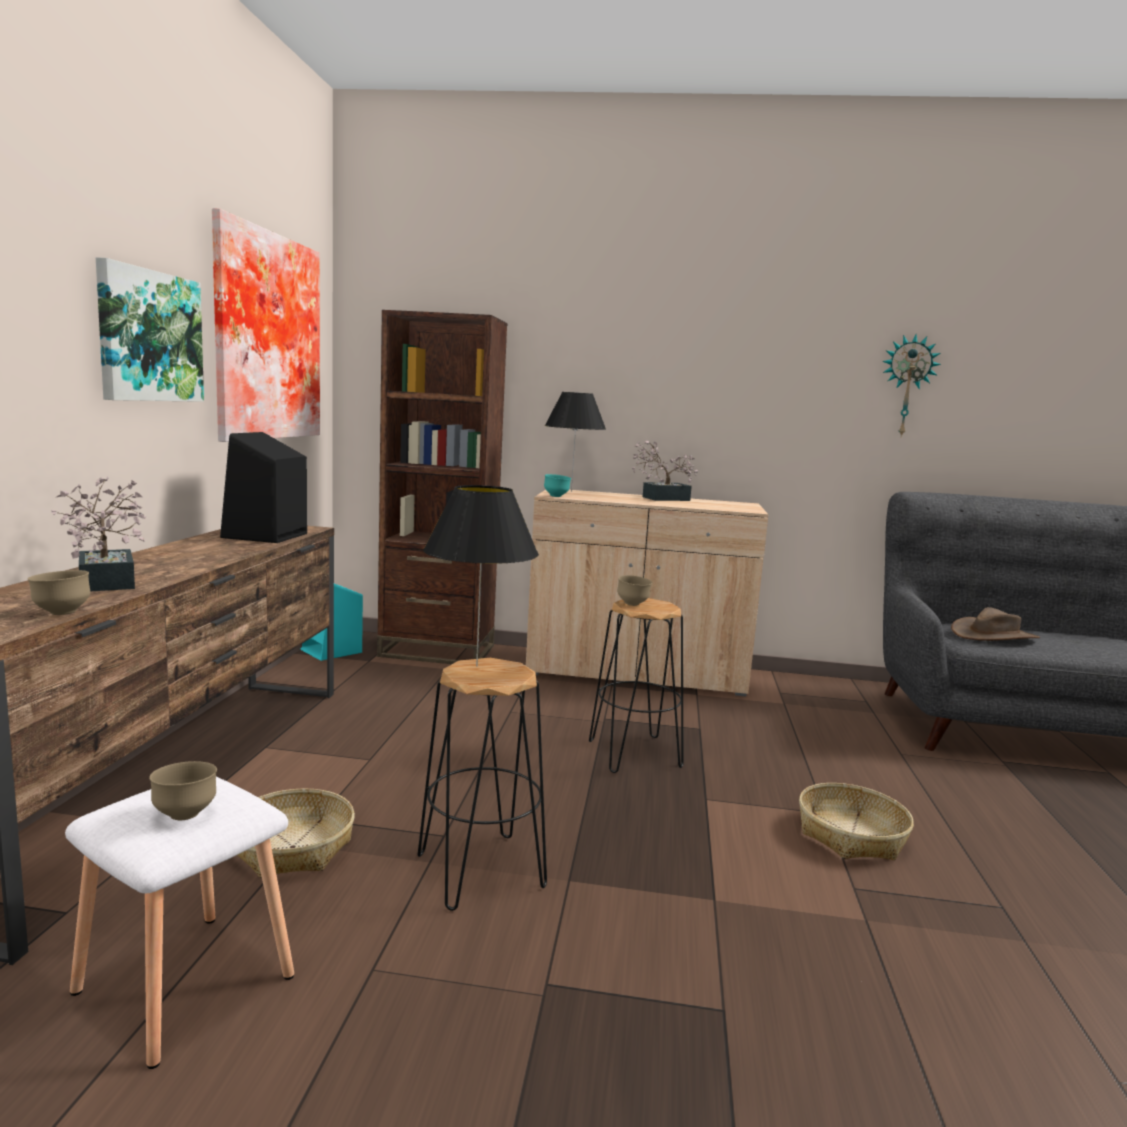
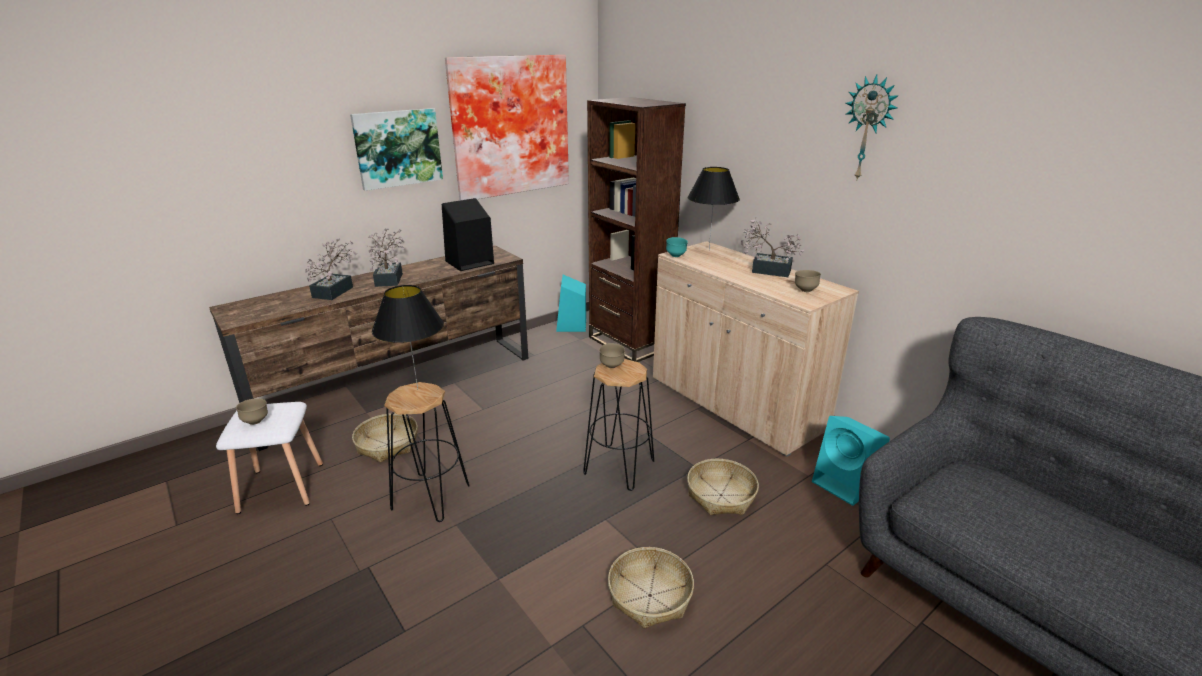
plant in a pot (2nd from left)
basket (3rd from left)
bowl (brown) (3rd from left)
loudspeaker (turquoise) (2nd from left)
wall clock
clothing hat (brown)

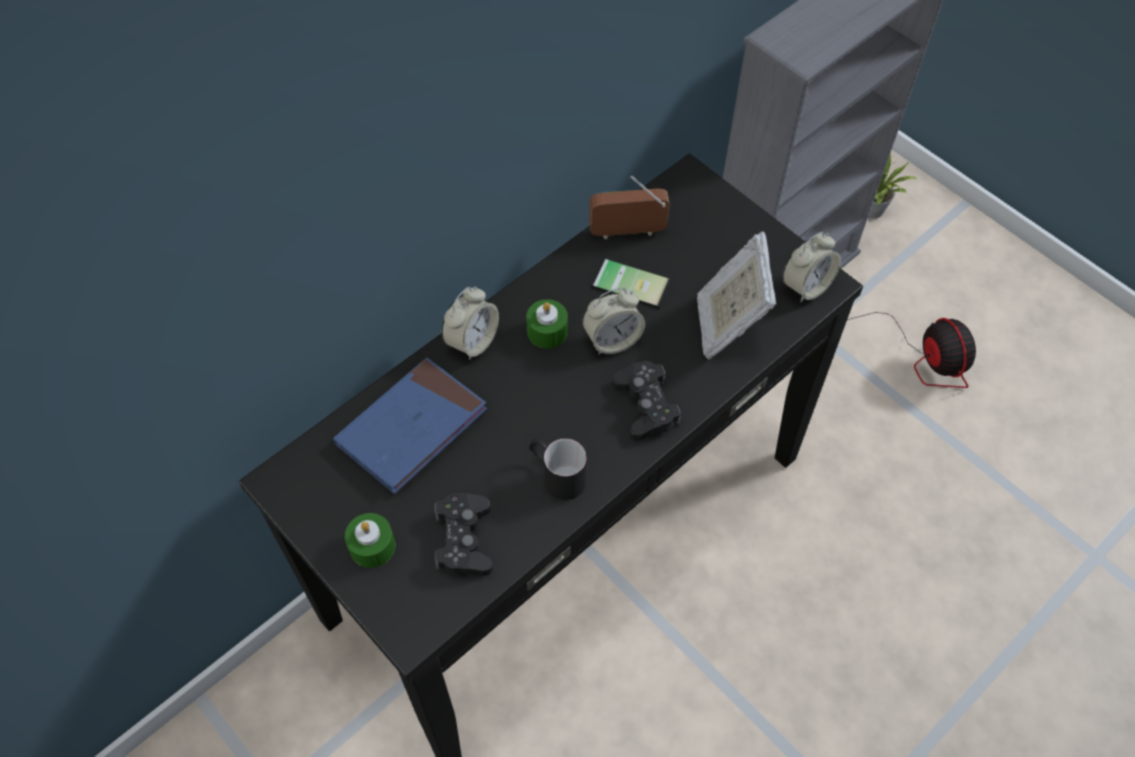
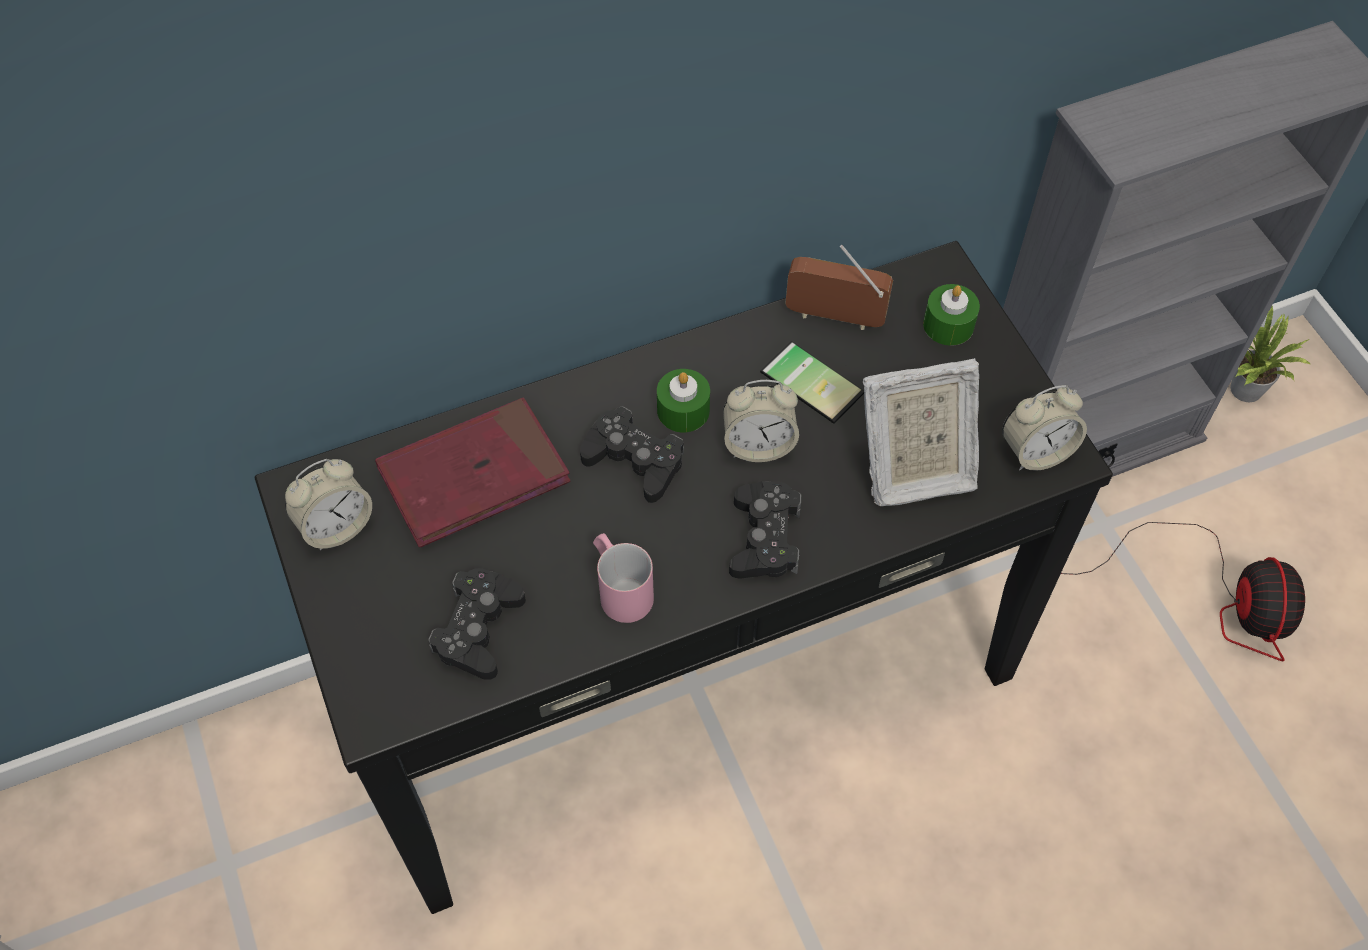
bedside clock (1st from left)
book (reddish)
gamepad (black) (2nd from left)
coffee mug (pinkish)
standing frame
wax light (greenish) (2nd from left)

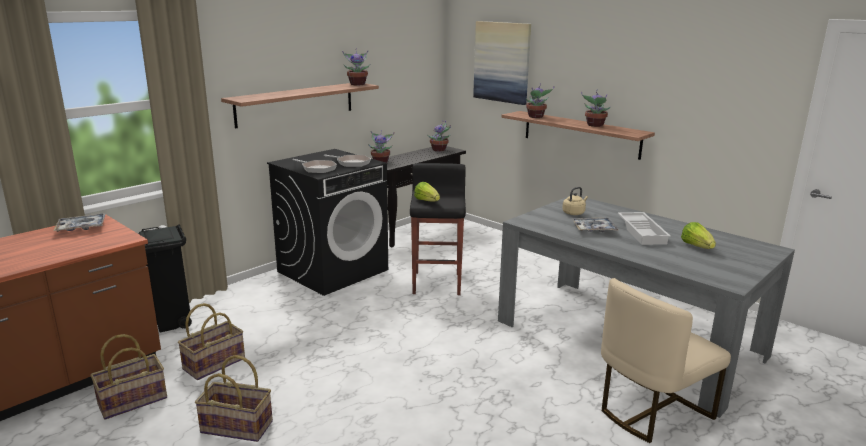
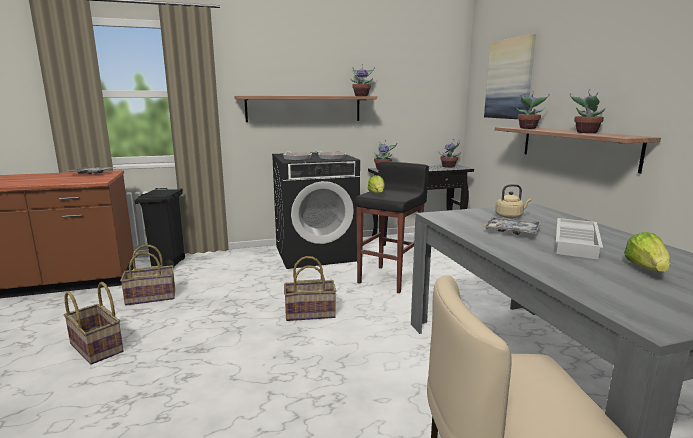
basket (3rd from left)

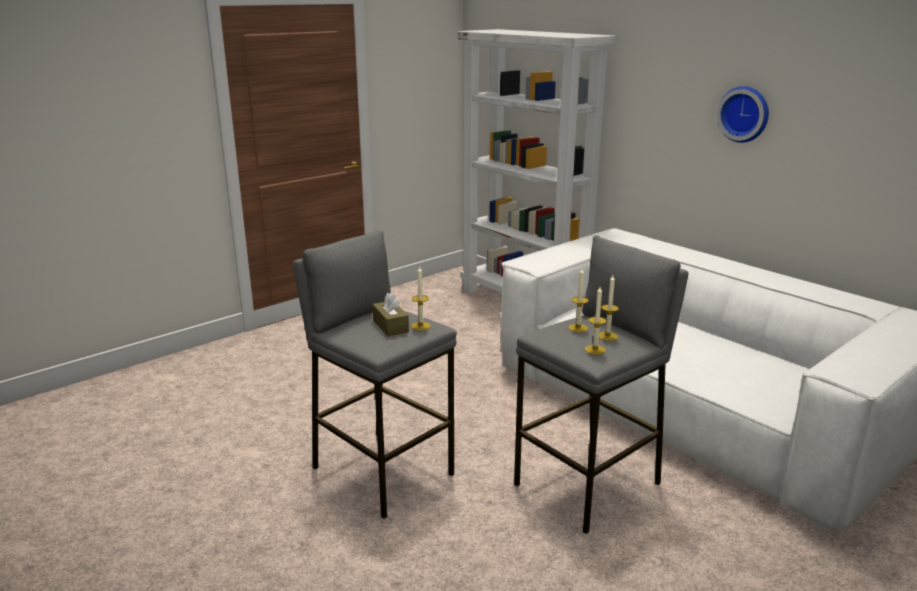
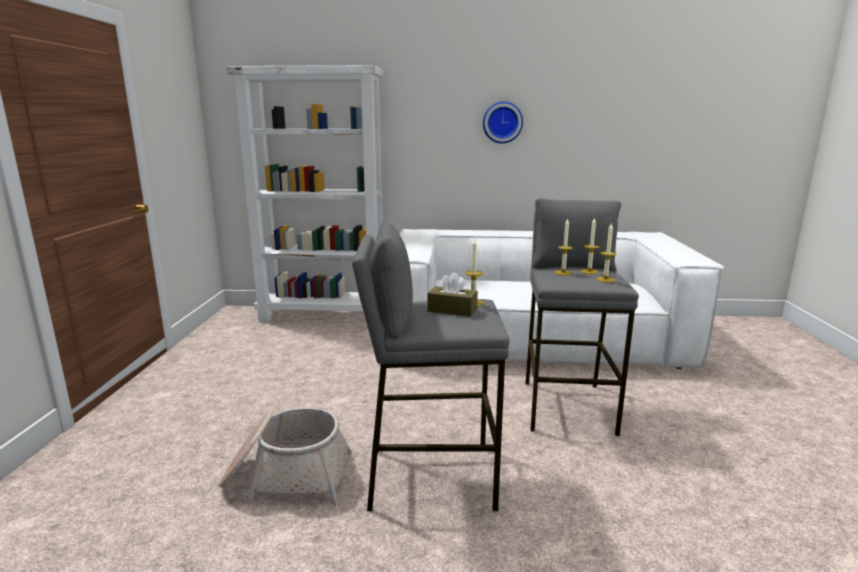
basket

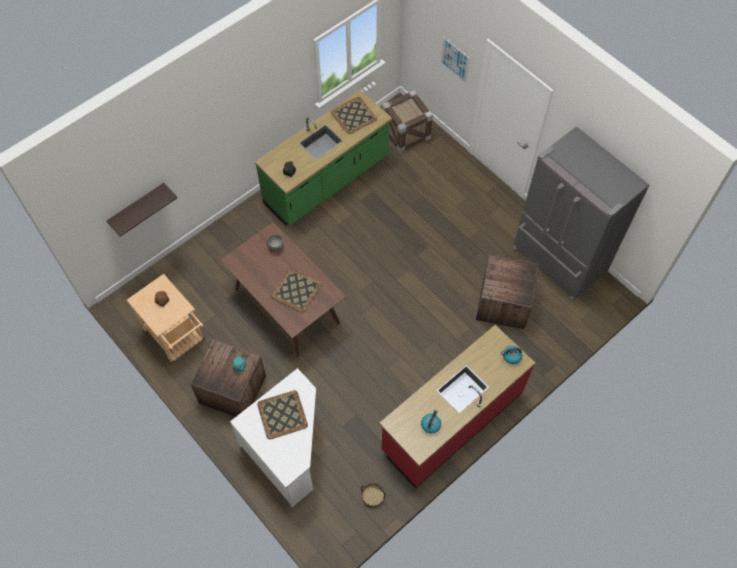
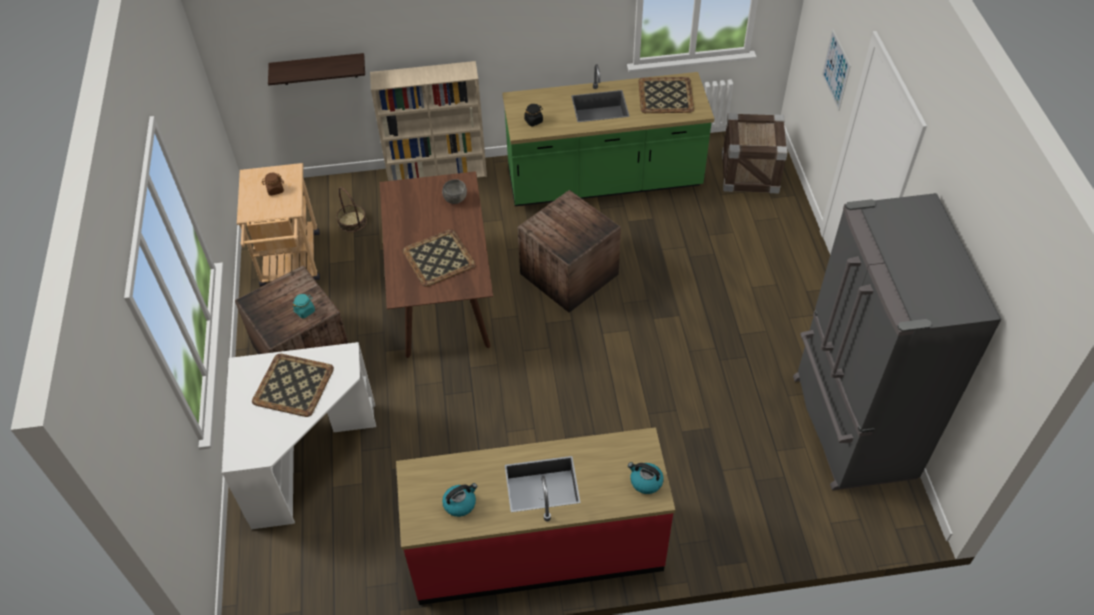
basket
bookshelf (sand-coloured)
crate (2nd from left)

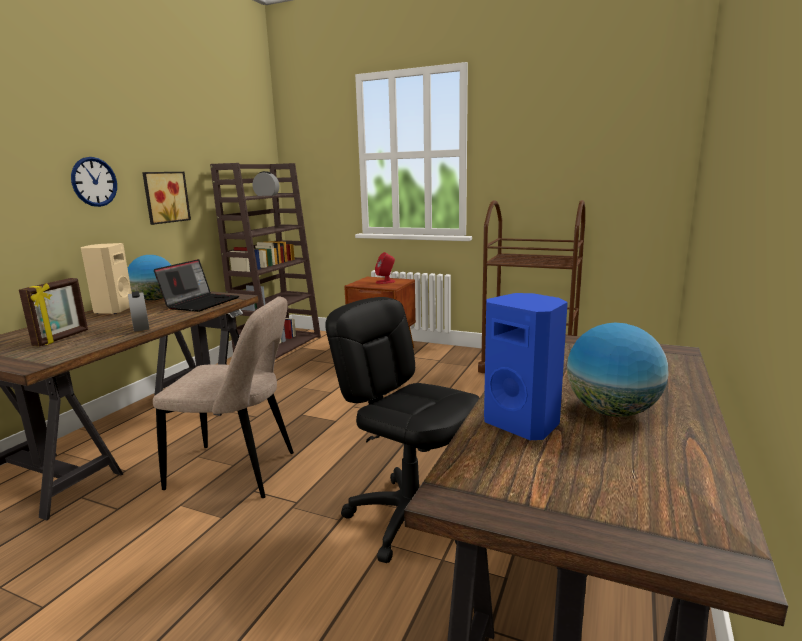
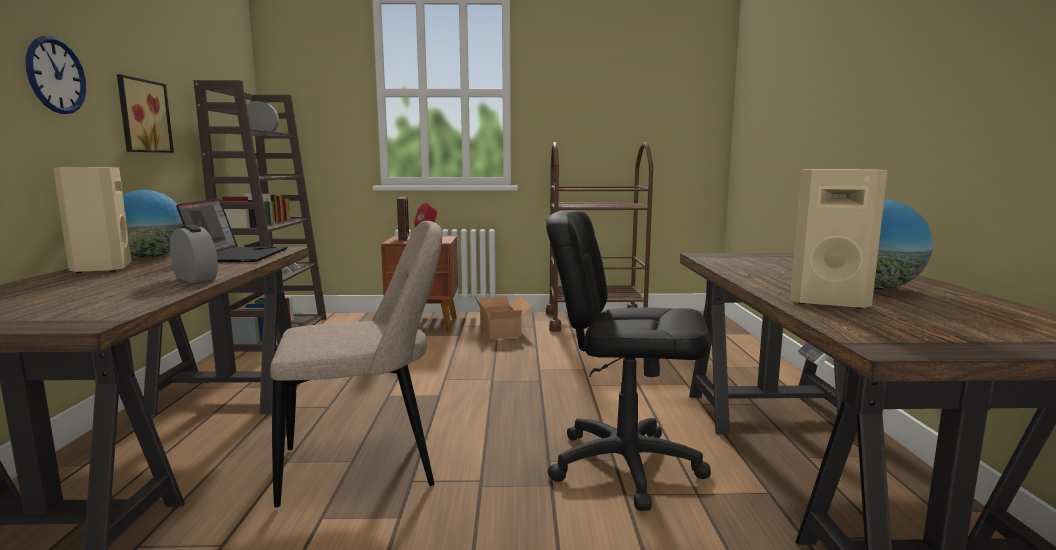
standing frame
packing box
loudspeaker (sand-coloured) (2nd from left)

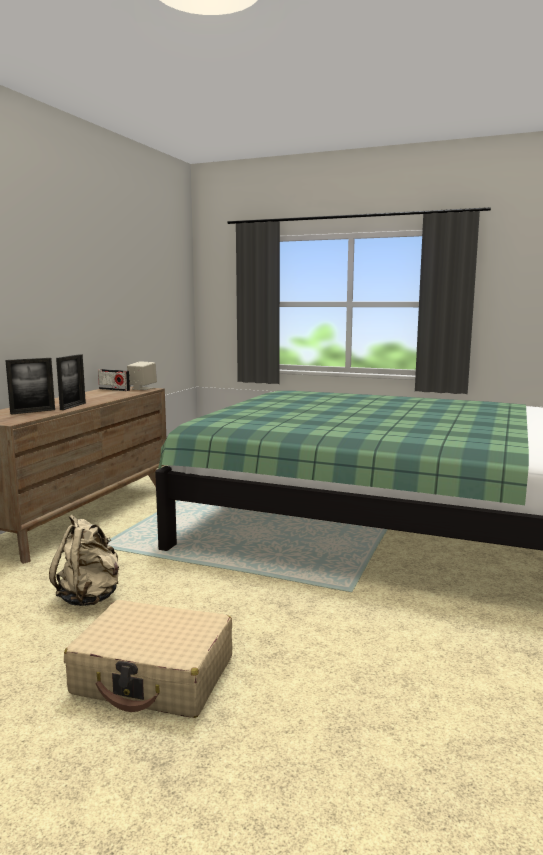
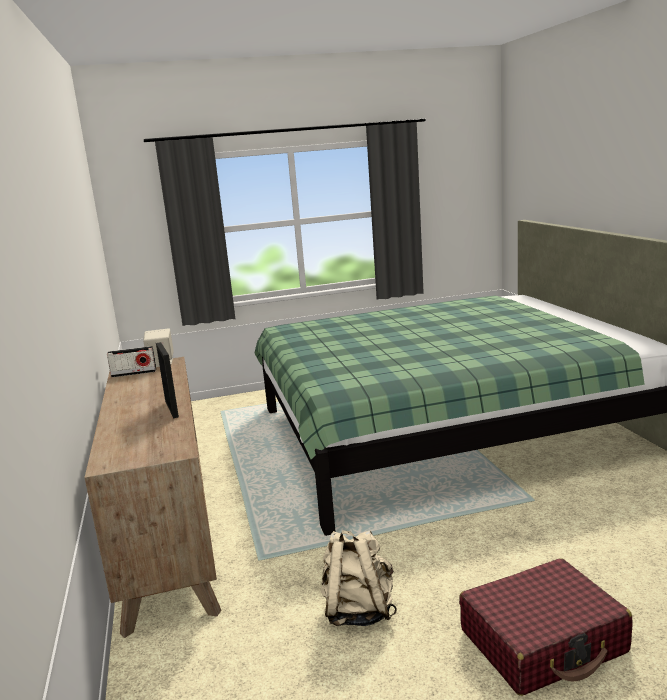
piece of luggage (reddish)
standing frame (1st from left in the first image)

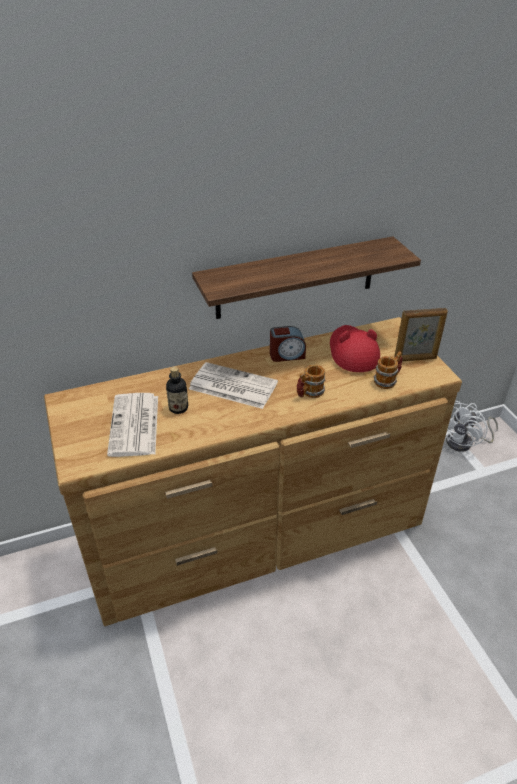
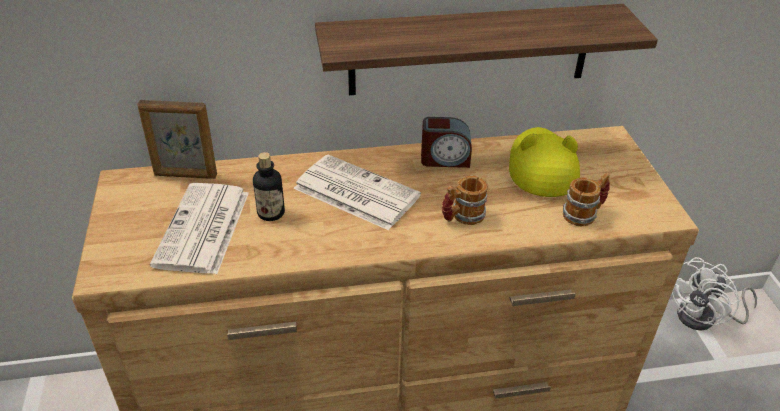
standing frame
clothing hat (yellow)

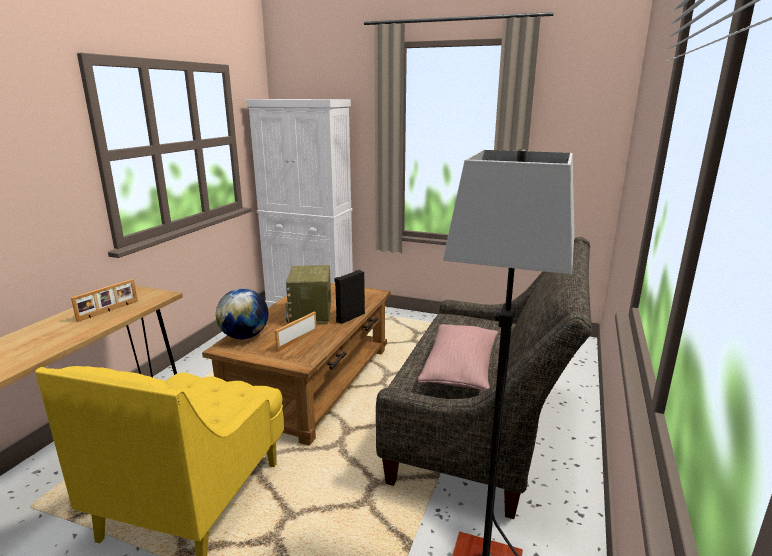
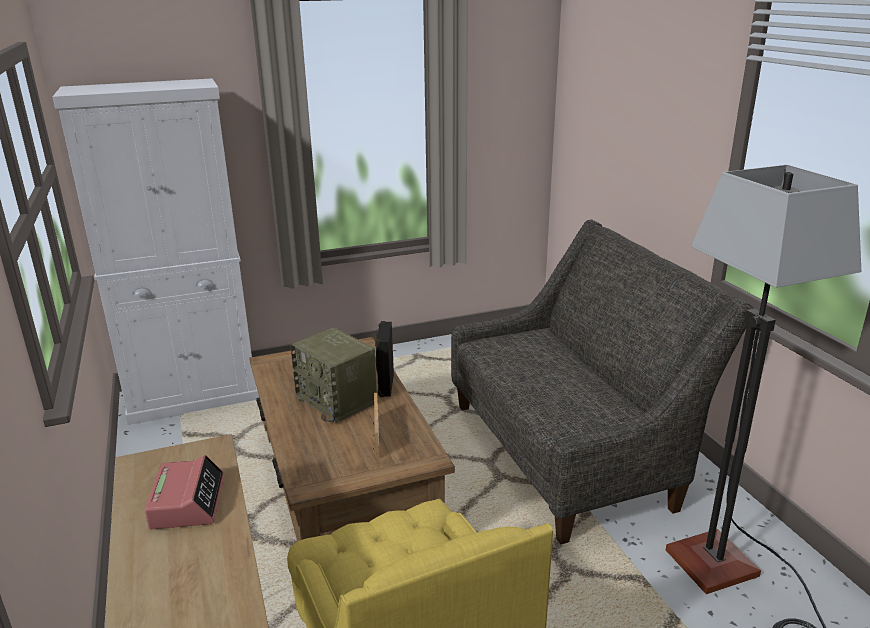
bedside clock
globe
cushion (pinkish)

